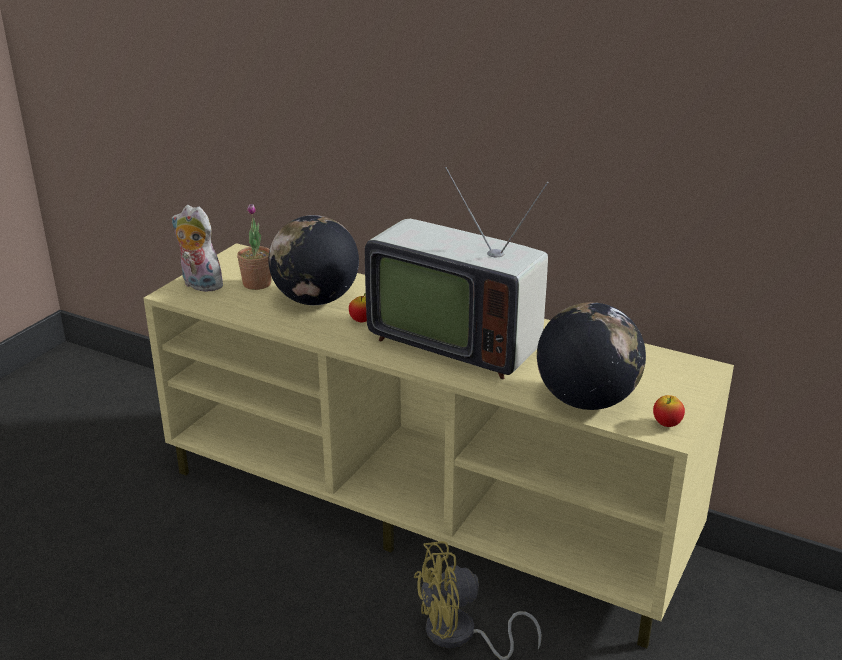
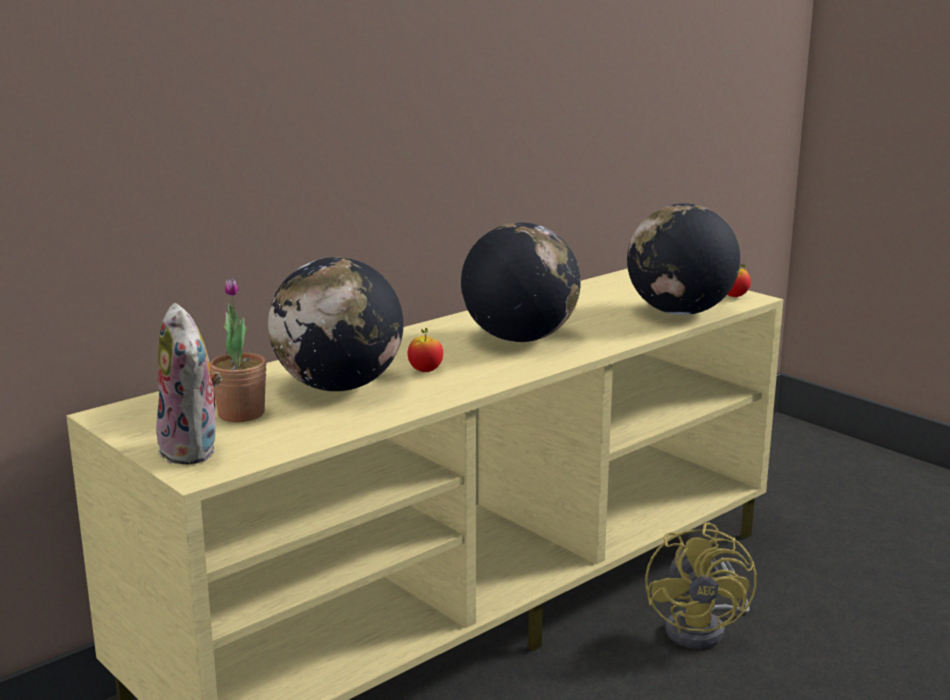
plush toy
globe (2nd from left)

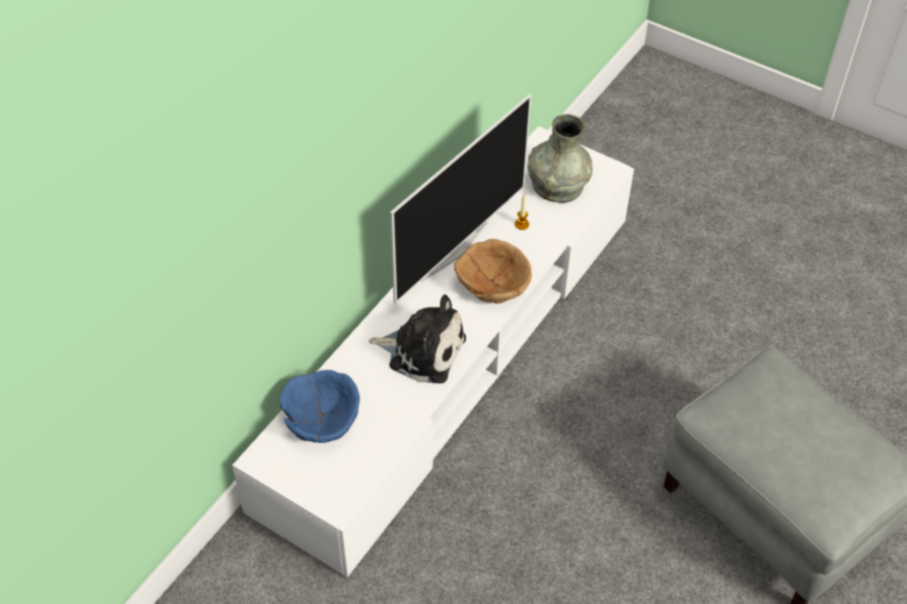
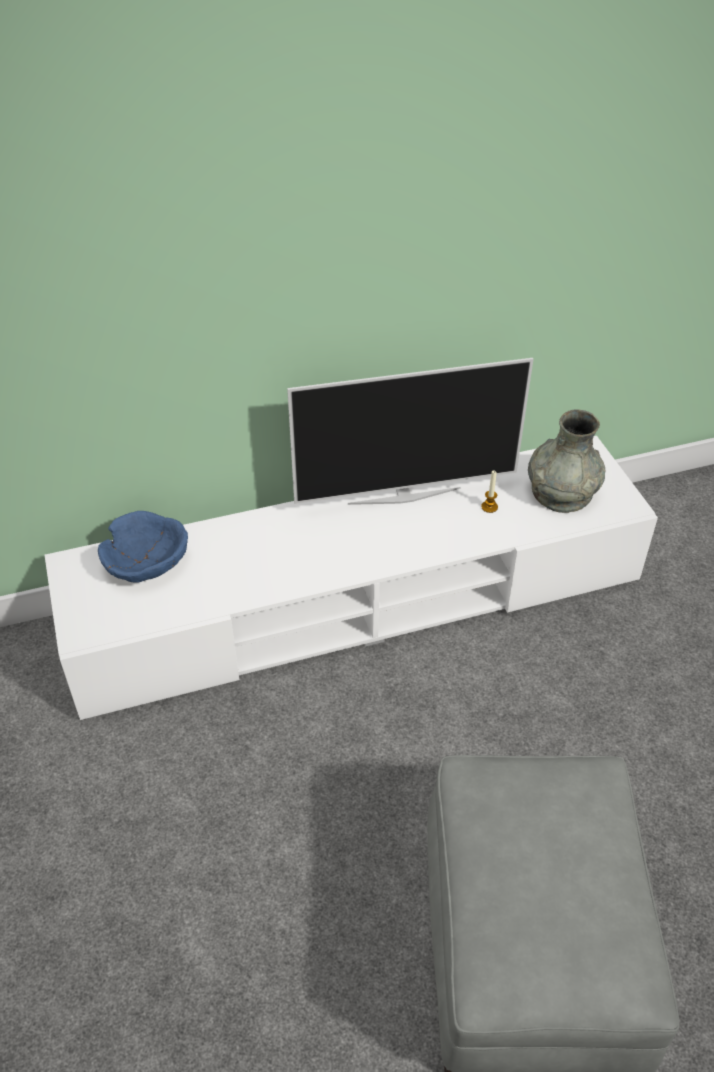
plush toy
bowl (brown)

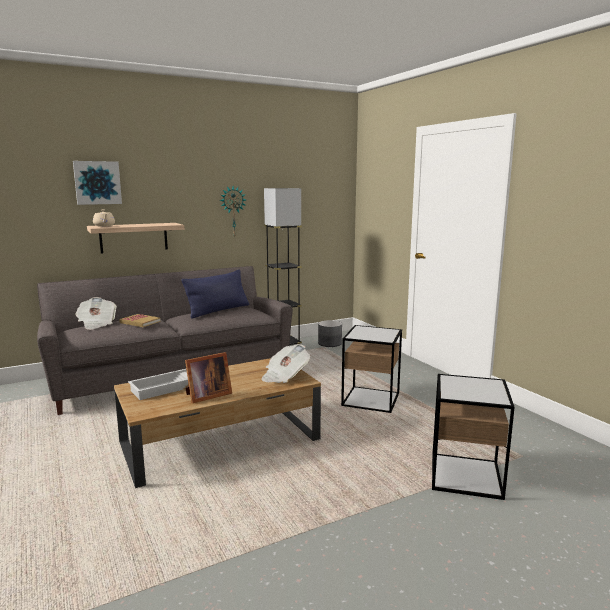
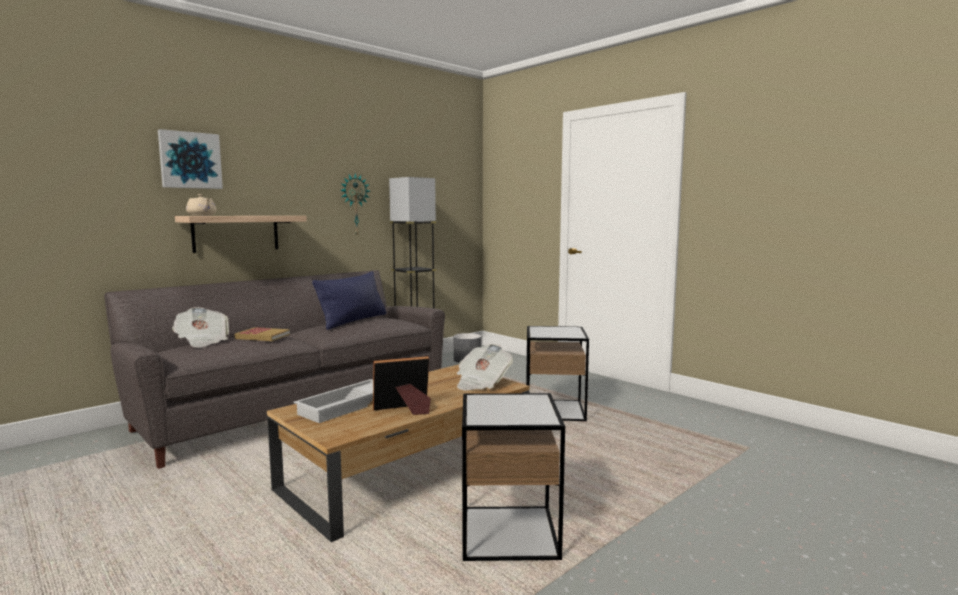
standing frame
accent table (1st from left)

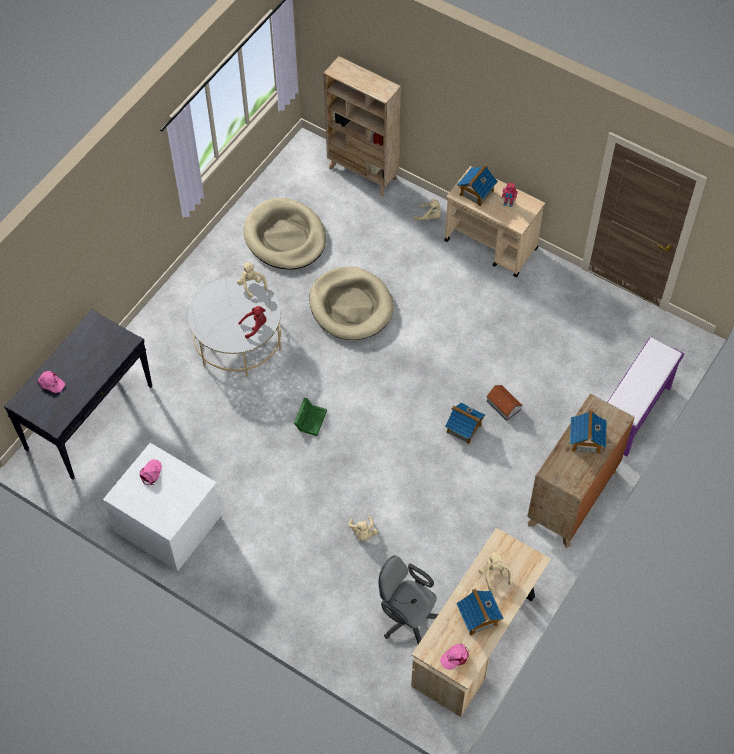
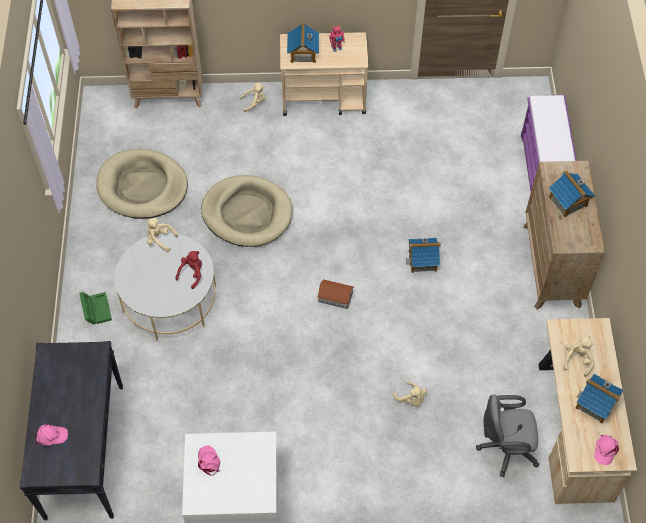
storage bin (greenish)
miniature house (2nd from left)
plush toy (sand-coloured) (4th from left)

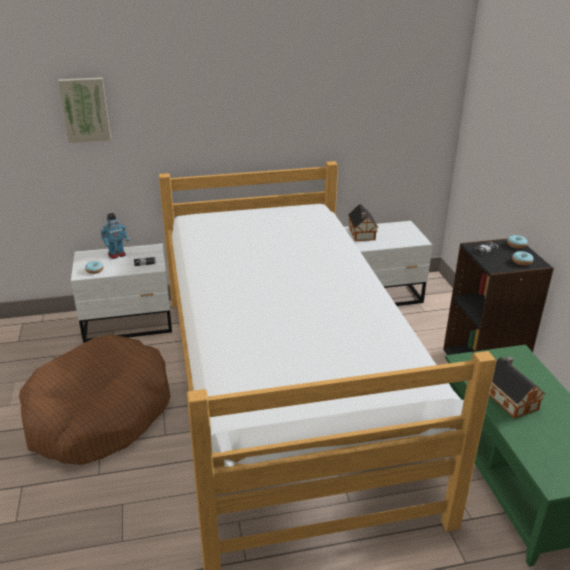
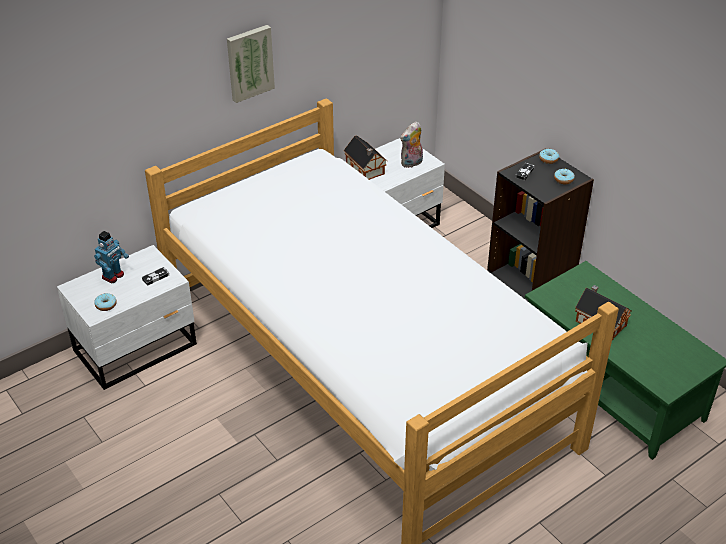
picture
plush toy
dog bed (brown)

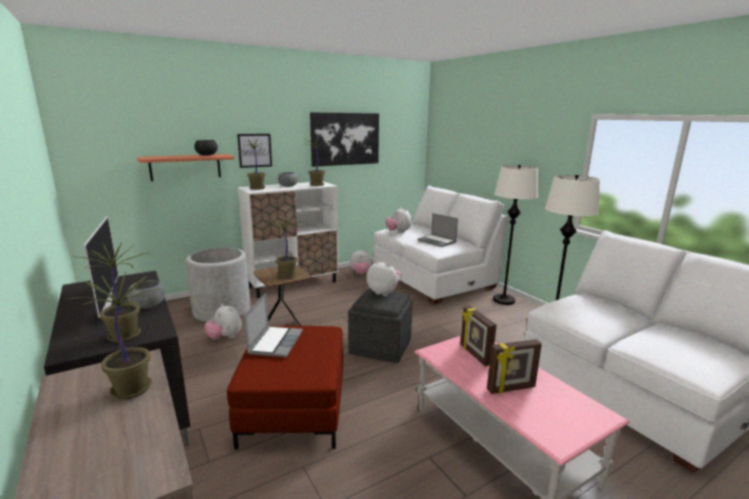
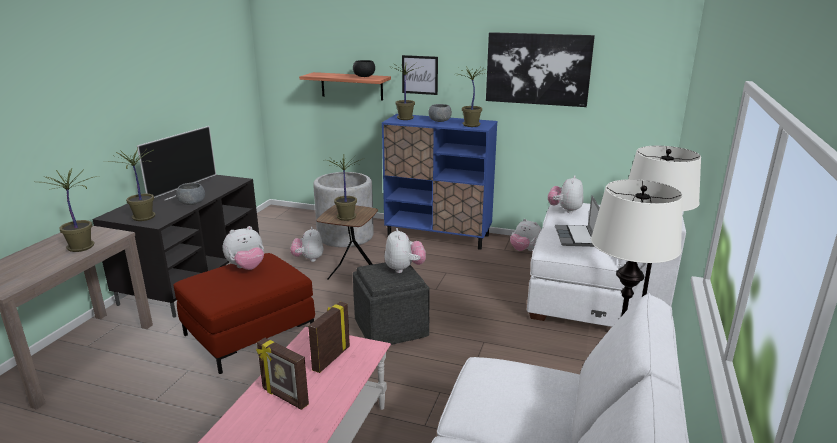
plush toy (1st from left)
cabinet (blue)

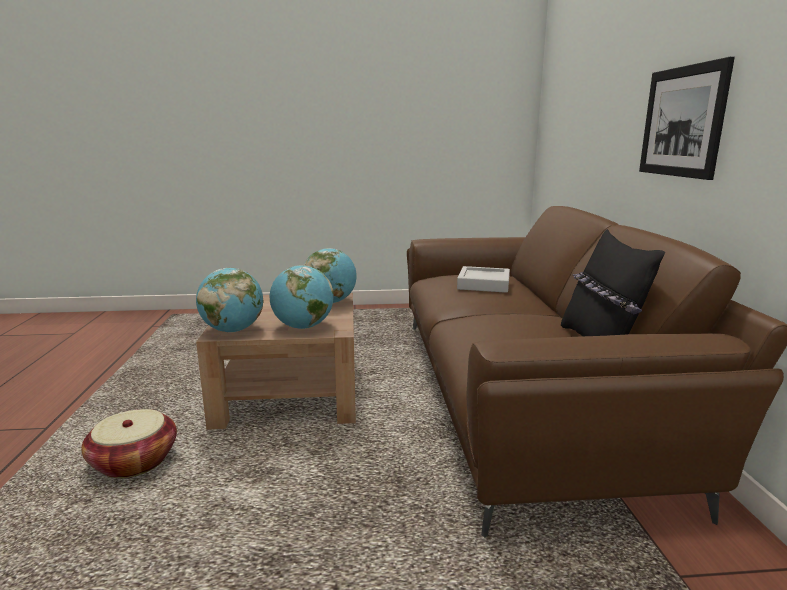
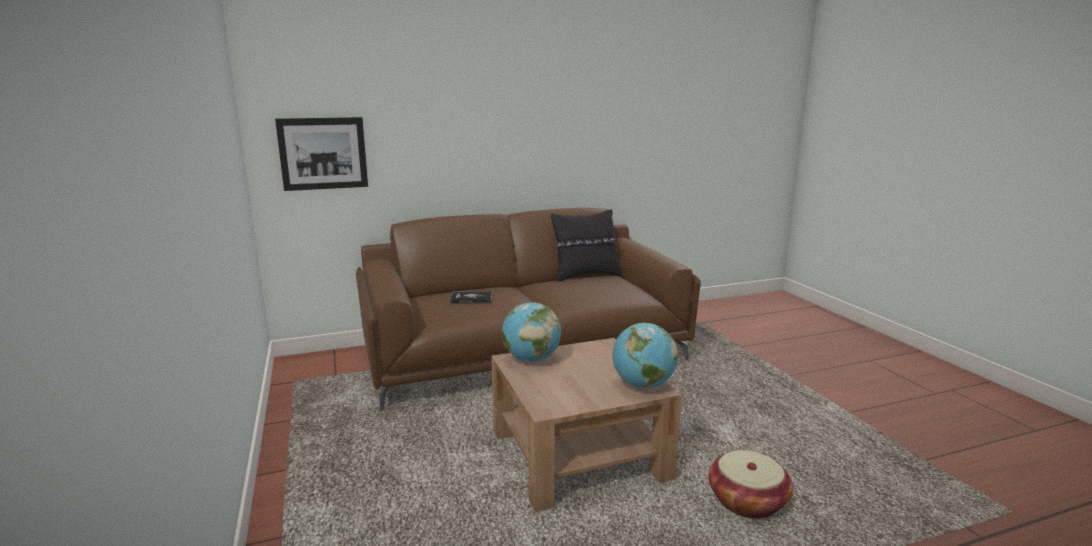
picture
book
globe (2nd from left in the first image)

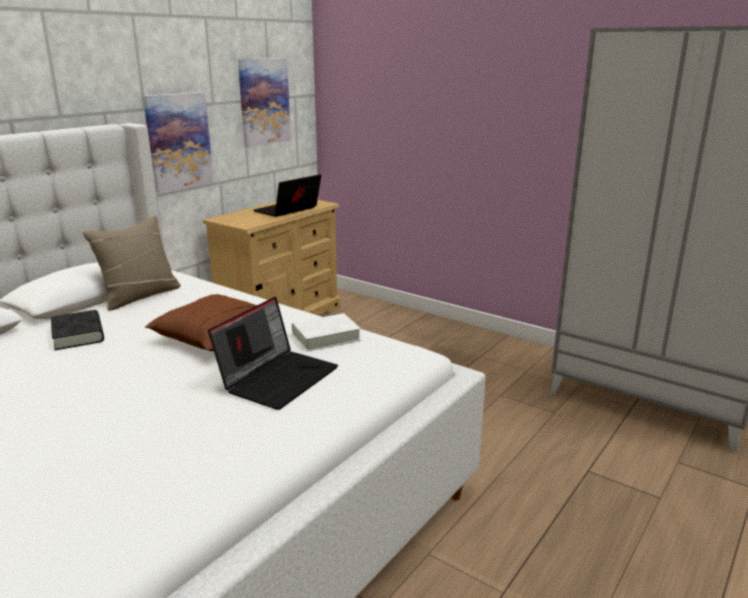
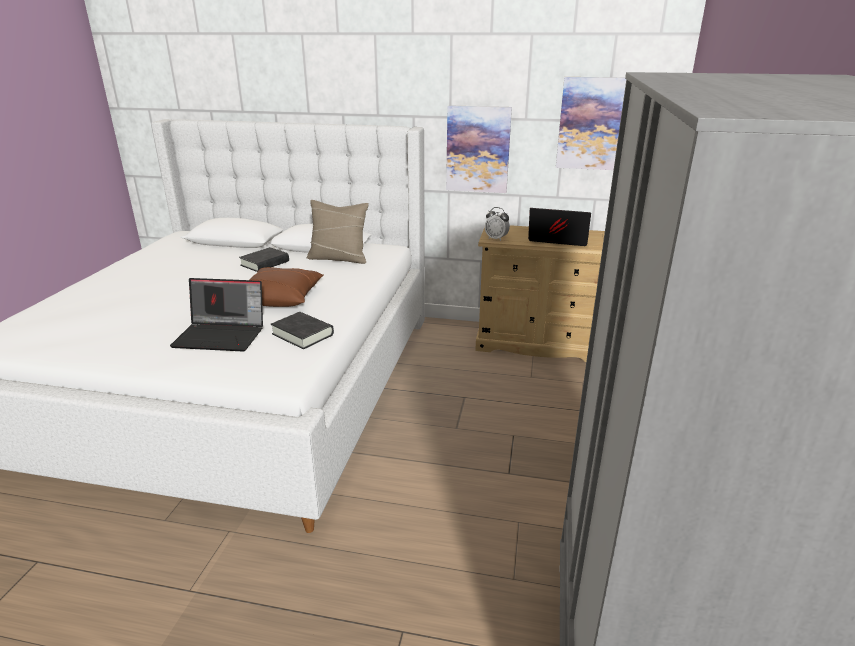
book (black) (2nd from left)
bedside clock

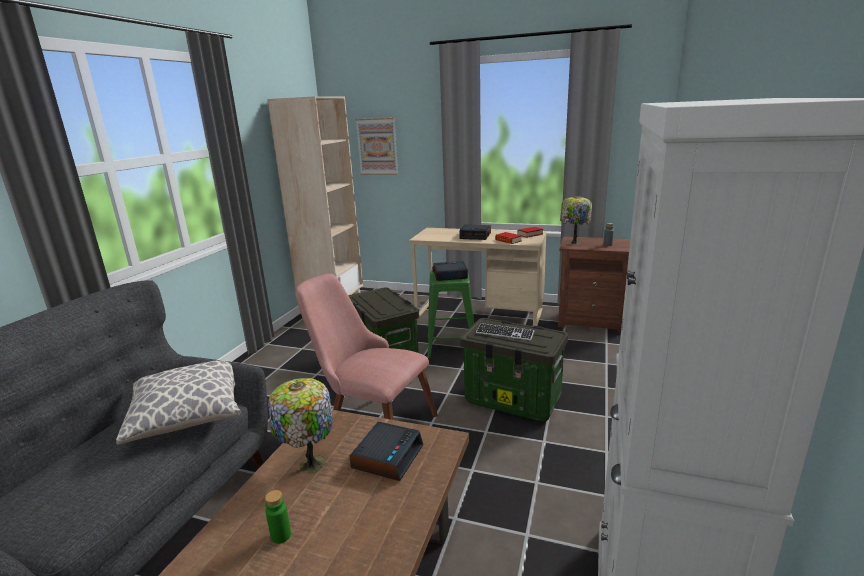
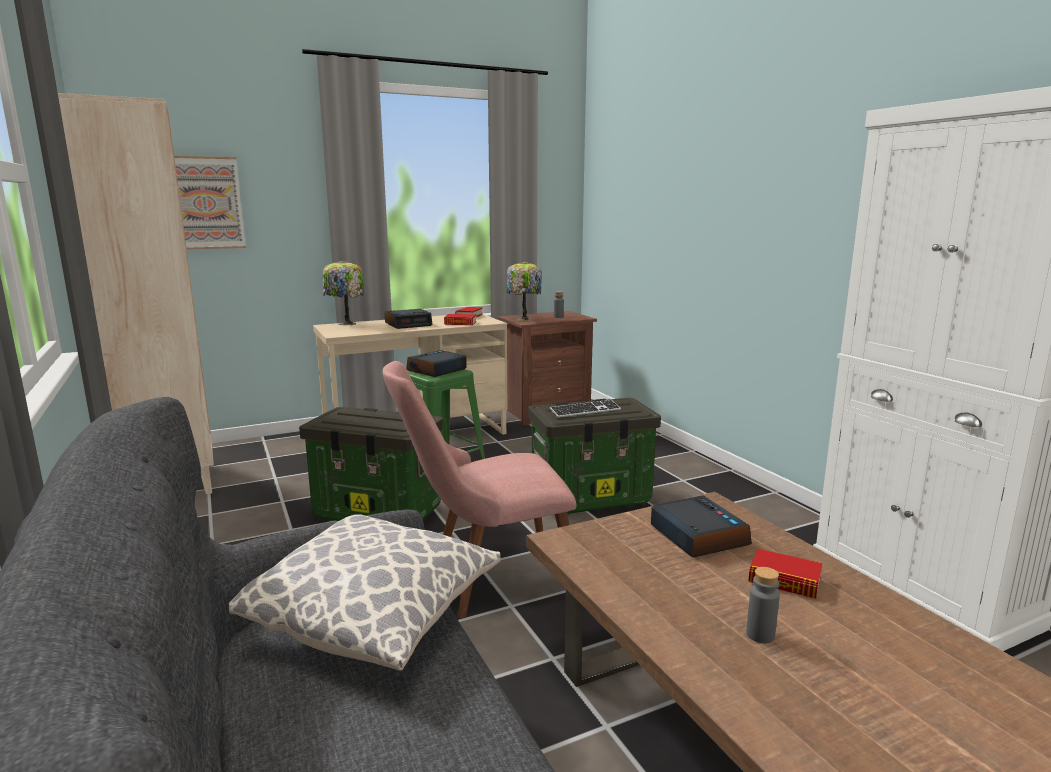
table lamp (1st from left)
beverage bottle (grey) (2nd from left)
book (3rd from left)

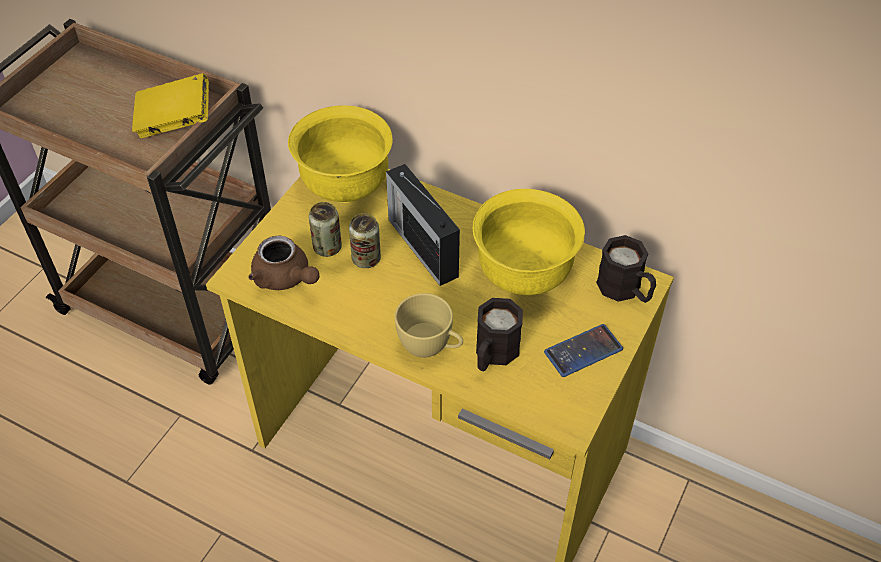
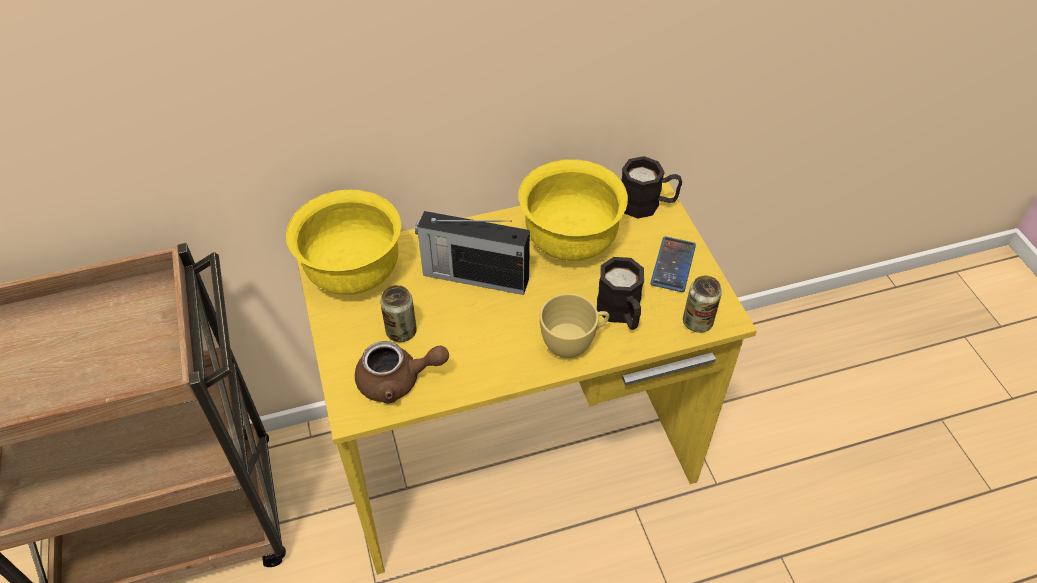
metal can (2nd from left)
book (yellow)

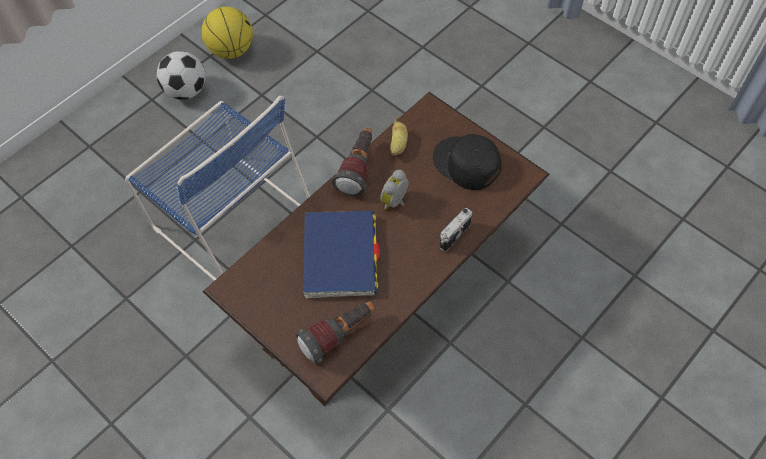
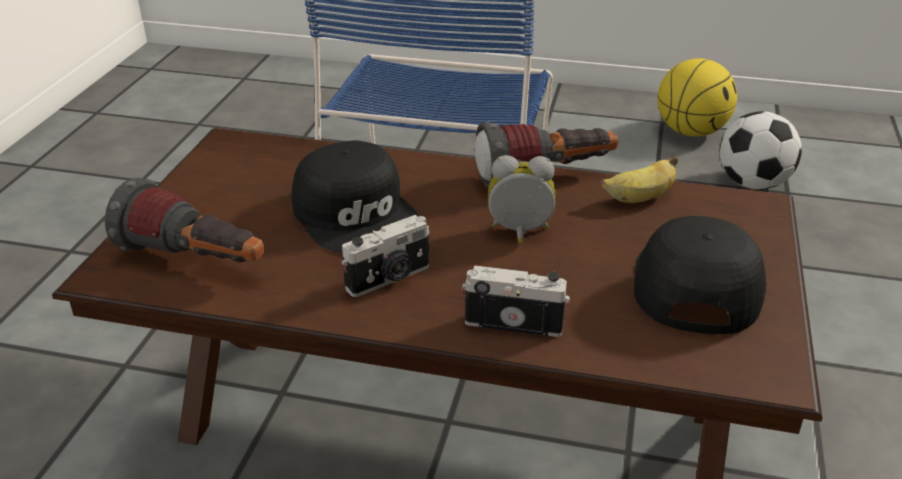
cap (black) (1st from left)
still camera (1st from left)
ball for football

